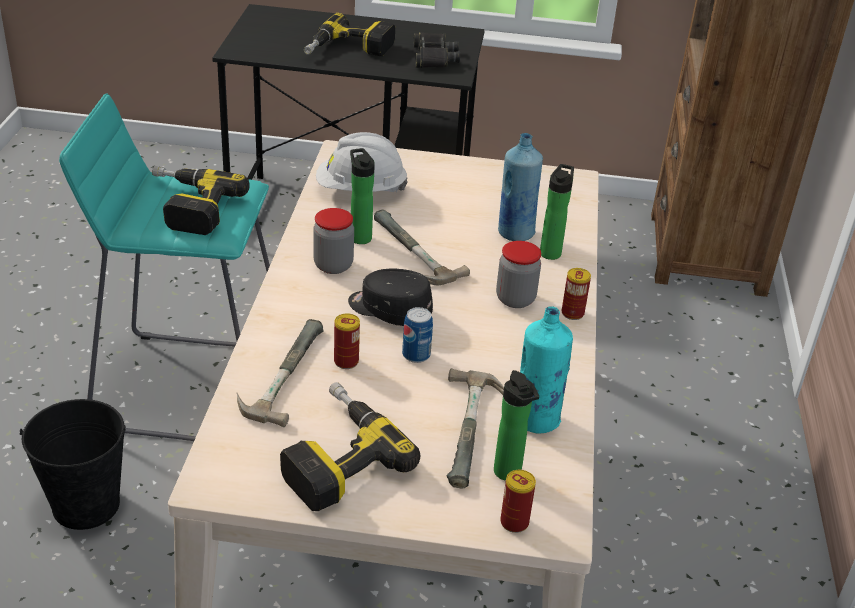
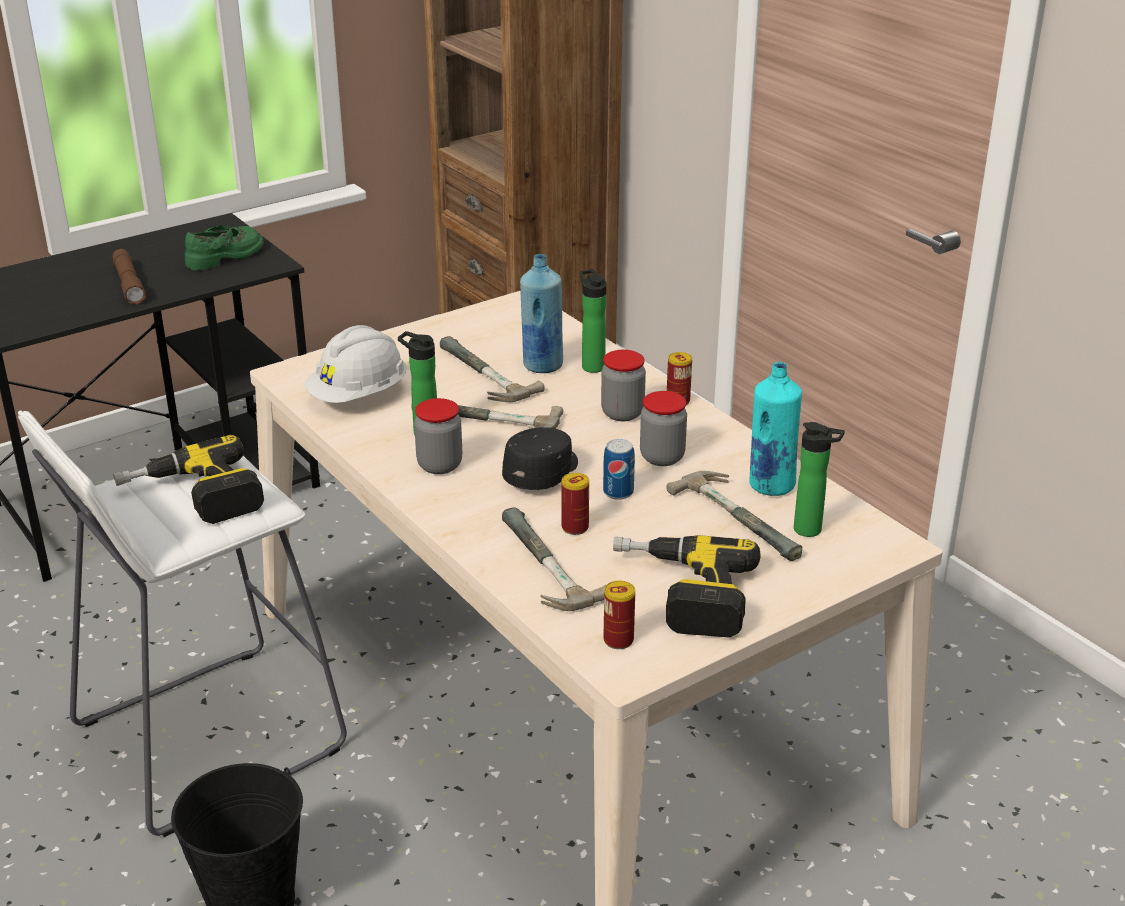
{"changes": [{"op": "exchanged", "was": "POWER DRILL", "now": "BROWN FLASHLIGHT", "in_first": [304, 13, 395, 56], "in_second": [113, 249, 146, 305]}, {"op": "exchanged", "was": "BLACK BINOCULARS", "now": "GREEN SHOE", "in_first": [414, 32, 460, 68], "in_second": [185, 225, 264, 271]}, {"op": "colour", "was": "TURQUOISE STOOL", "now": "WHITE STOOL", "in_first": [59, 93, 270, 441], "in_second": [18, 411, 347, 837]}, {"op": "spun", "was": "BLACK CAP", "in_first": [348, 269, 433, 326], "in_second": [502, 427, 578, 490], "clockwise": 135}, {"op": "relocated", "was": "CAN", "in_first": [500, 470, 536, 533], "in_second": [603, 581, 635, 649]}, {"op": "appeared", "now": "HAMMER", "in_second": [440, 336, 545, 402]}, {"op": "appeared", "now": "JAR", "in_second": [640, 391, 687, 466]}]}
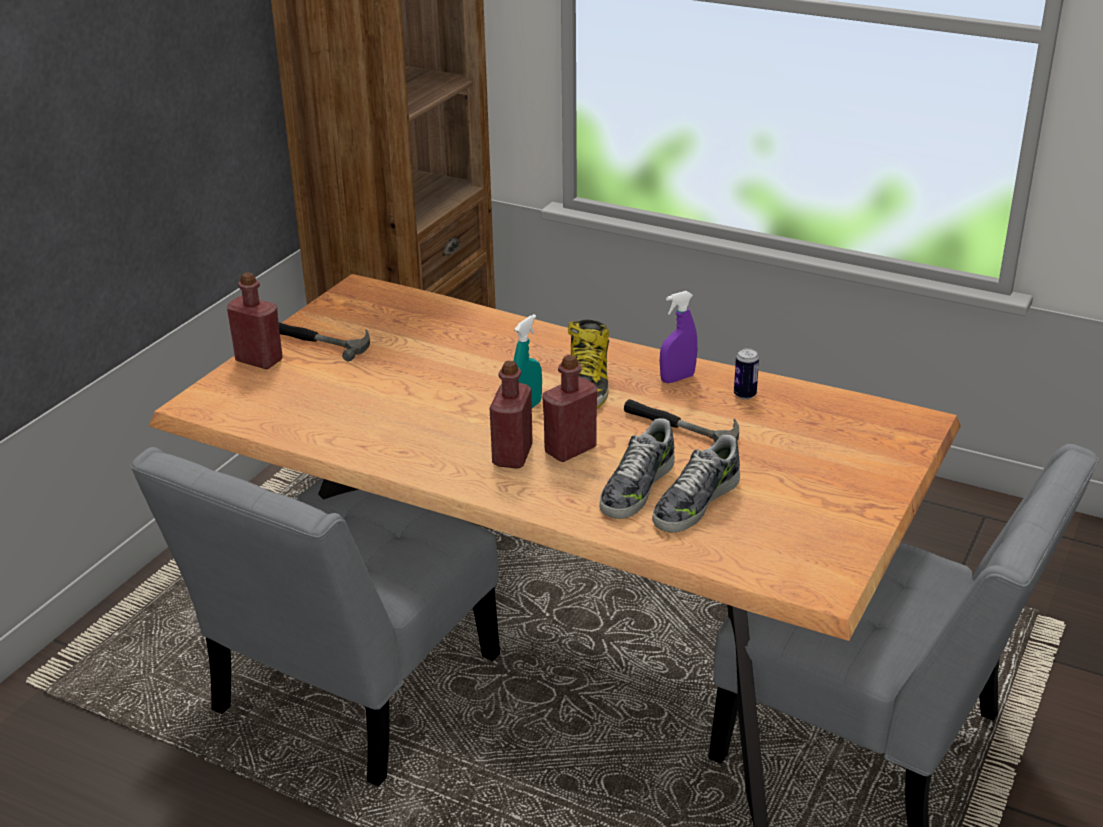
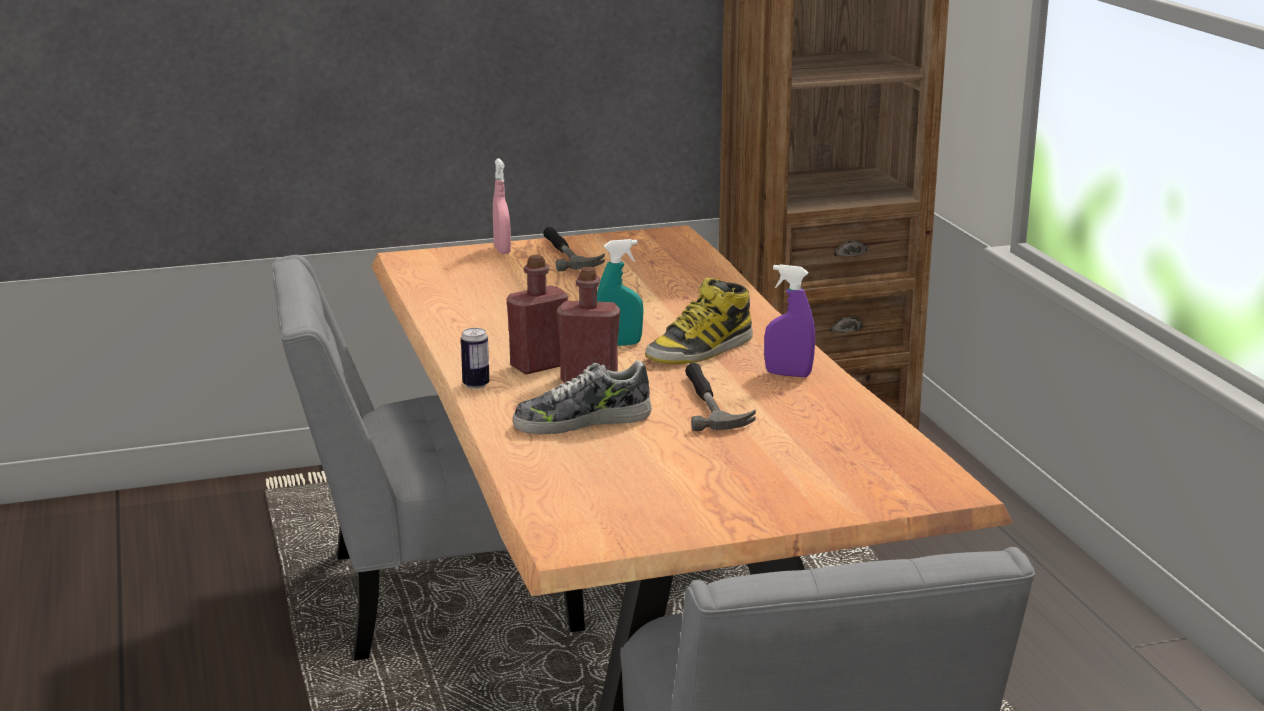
{"changes": [{"op": "exchanged", "was": "RED BOTTLE", "now": "PINK SPRAY BOTTLE", "in_first": [227, 272, 283, 369], "in_second": [493, 158, 511, 254]}, {"op": "relocated", "was": "CAN", "in_first": [734, 348, 759, 399], "in_second": [461, 328, 489, 389]}, {"op": "missing", "was": "SHOE", "in_first": [652, 435, 740, 533]}]}
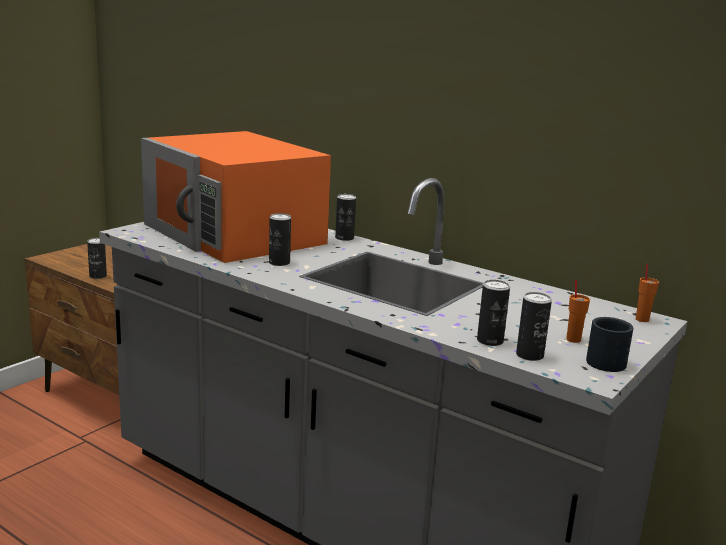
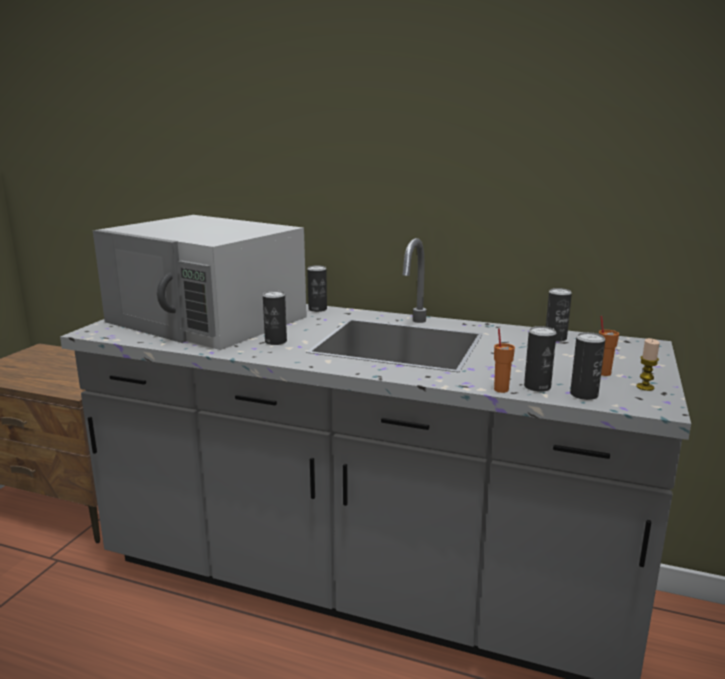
{"changes": [{"op": "colour", "was": "ORANGE MICROWAVE", "now": "WHITE MICROWAVE", "in_first": [141, 131, 331, 263], "in_second": [93, 215, 307, 350]}, {"op": "relocated", "was": "CAN", "in_first": [87, 238, 107, 279], "in_second": [546, 288, 572, 342]}, {"op": "relocated", "was": "ORANGE CUP", "in_first": [636, 264, 659, 322], "in_second": [494, 328, 515, 393]}, {"op": "exchanged", "was": "BLACK MUG", "now": "CANDLE", "in_first": [586, 317, 634, 372], "in_second": [636, 338, 660, 391]}]}
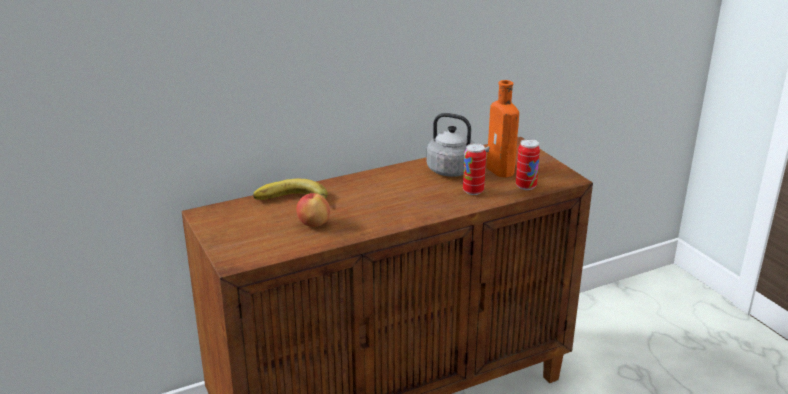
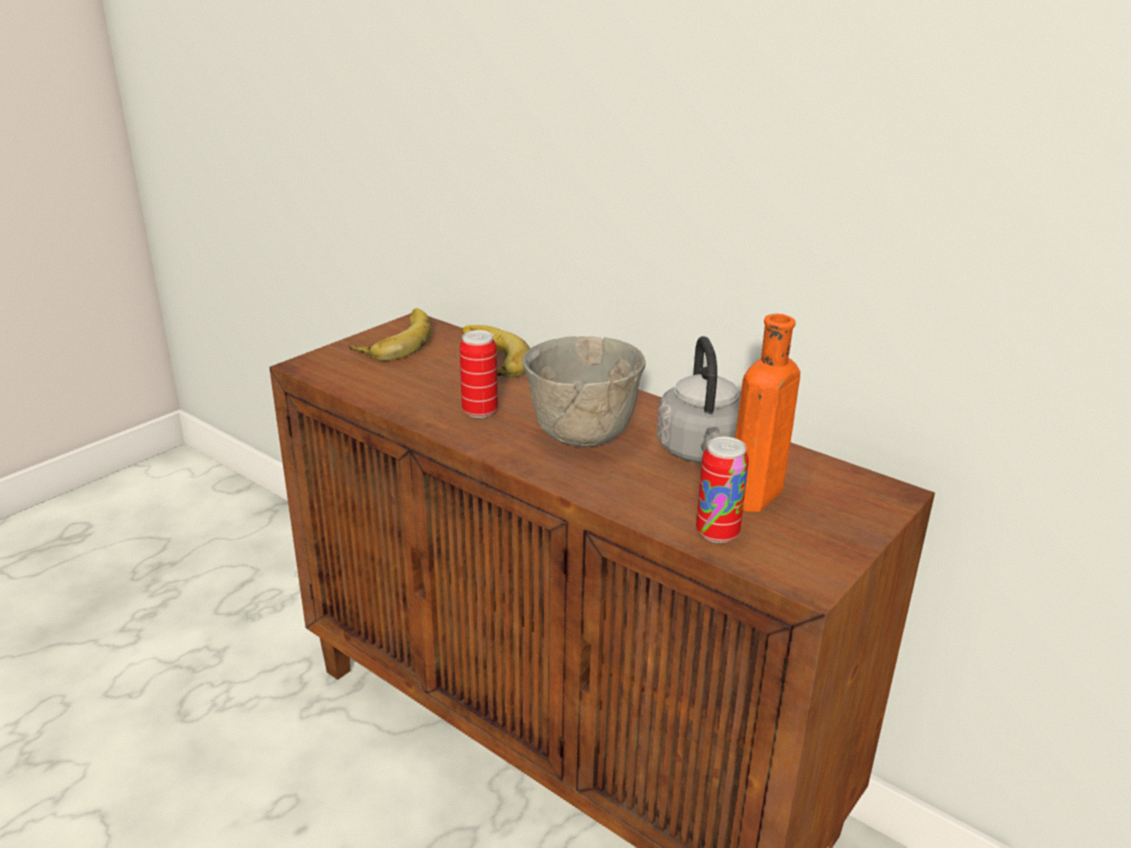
{"changes": [{"op": "relocated", "was": "CAN", "in_first": [463, 143, 486, 195], "in_second": [460, 330, 498, 418]}, {"op": "missing", "was": "APPLE", "in_first": [296, 192, 330, 227]}, {"op": "appeared", "now": "BANANA", "in_second": [349, 308, 431, 361]}, {"op": "appeared", "now": "GREY BOWL", "in_second": [522, 336, 646, 447]}]}
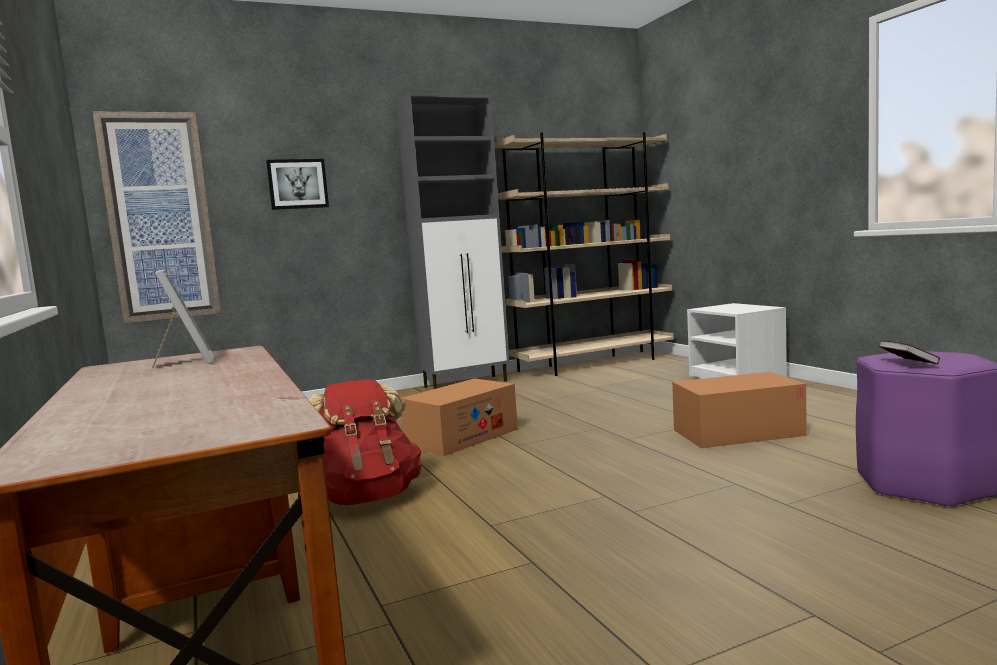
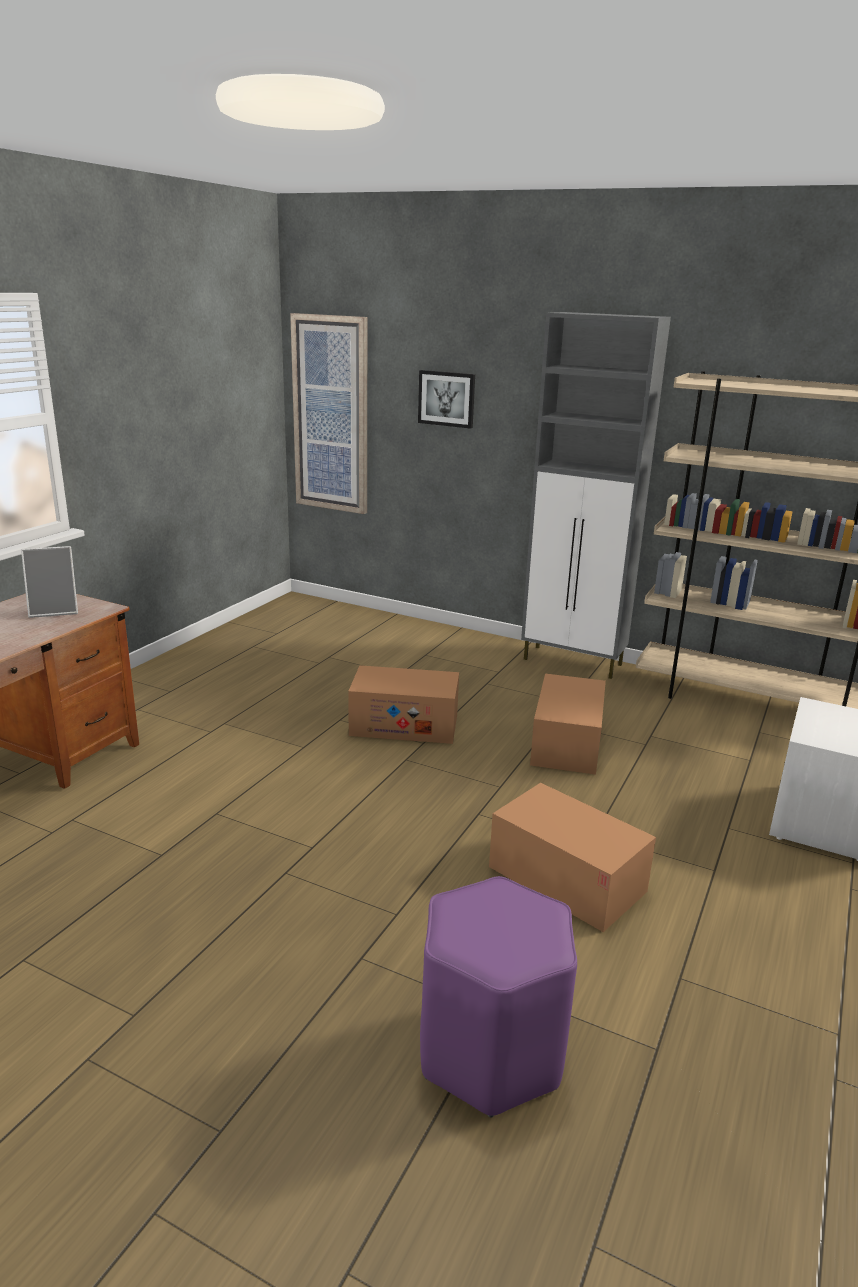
{"changes": [{"op": "spun", "was": "PICTURE FRAME", "in_first": [152, 269, 214, 368], "in_second": [21, 546, 78, 618], "clockwise": 45}, {"op": "missing", "was": "BOOK", "in_first": [879, 340, 940, 364]}, {"op": "missing", "was": "RED BACKPACK", "in_first": [309, 379, 421, 505]}, {"op": "appeared", "now": "CARDBOARD BOX", "in_second": [530, 674, 606, 775]}]}
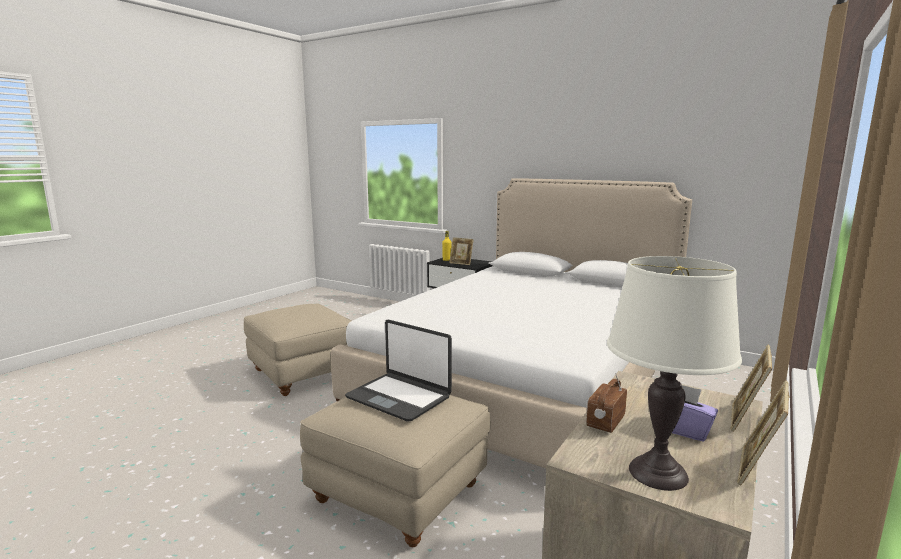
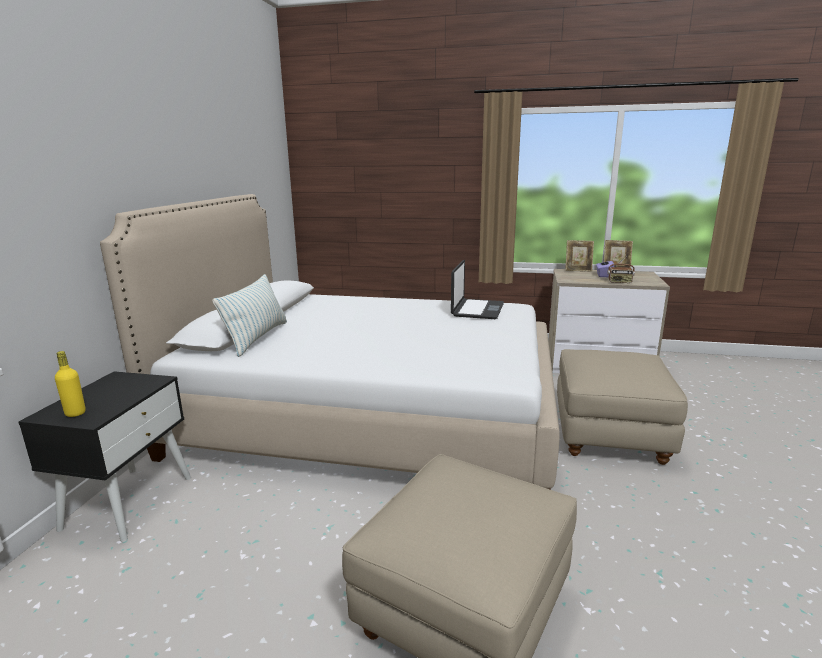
{"changes": [{"op": "missing", "was": "PICTURE FRAME", "in_first": [449, 237, 474, 265]}, {"op": "missing", "was": "WHITE TABLE LAMP", "in_first": [607, 256, 742, 491]}, {"op": "relocated", "was": "LAPTOP", "in_first": [345, 320, 452, 421], "in_second": [451, 260, 504, 319]}, {"op": "appeared", "now": "PILLOW", "in_second": [212, 274, 287, 357]}]}
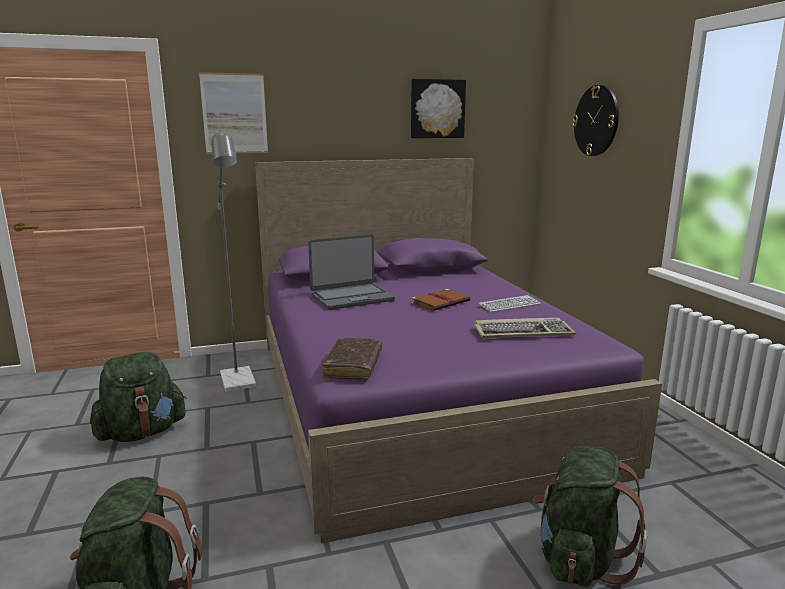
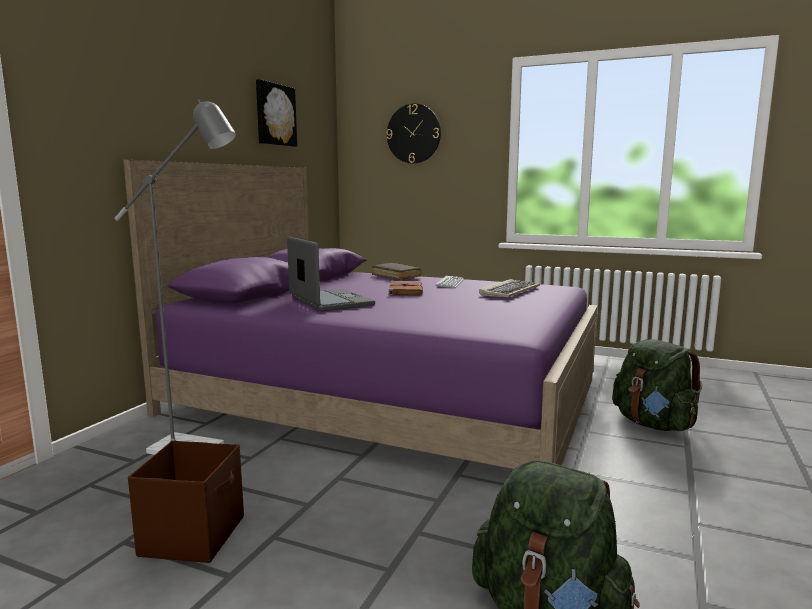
{"changes": [{"op": "missing", "was": "PICTURE", "in_first": [199, 72, 268, 154]}, {"op": "spun", "was": "LAPTOP", "in_first": [308, 234, 395, 310], "in_second": [287, 237, 375, 311], "clockwise": -45}, {"op": "relocated", "was": "BROWN BOOK", "in_first": [322, 338, 382, 379], "in_second": [372, 263, 421, 280]}, {"op": "exchanged", "was": "GREEN BACKPACK", "now": "BROWN STORAGE BOX", "in_first": [90, 352, 187, 442], "in_second": [128, 441, 244, 563]}]}
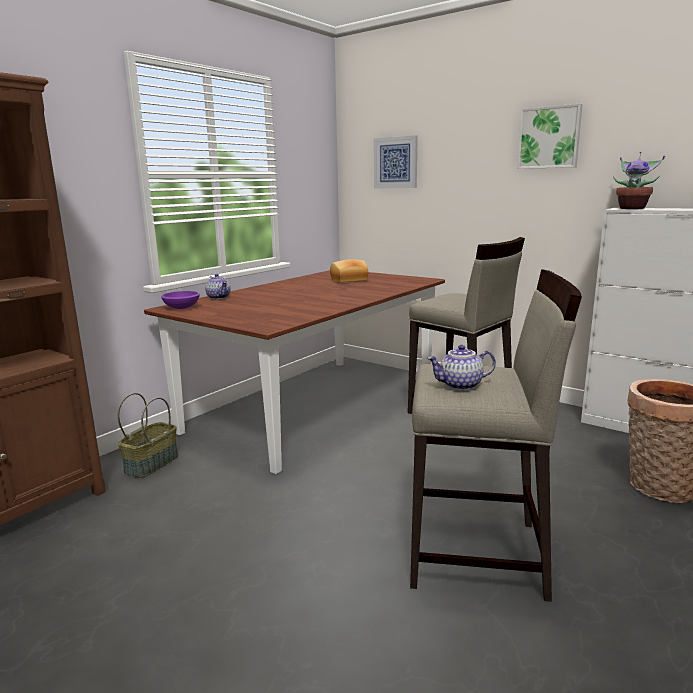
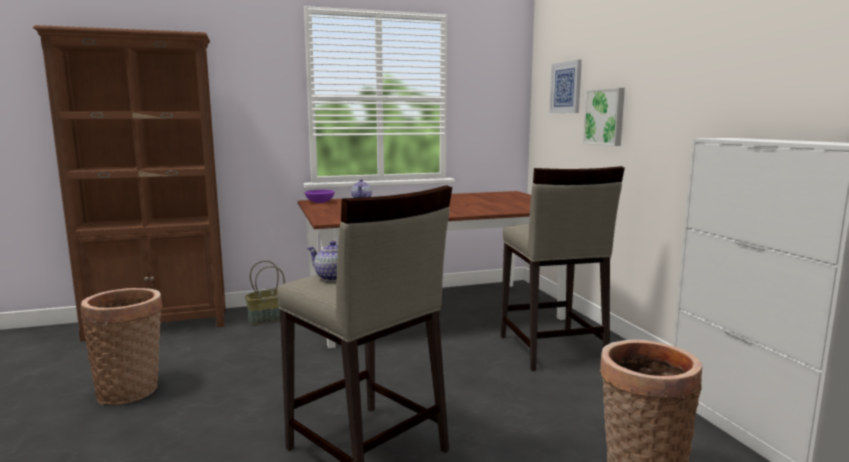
{"changes": [{"op": "relocated", "was": "PICTURE", "in_first": [517, 103, 583, 169], "in_second": [583, 88, 625, 146]}, {"op": "missing", "was": "POTTED PLANT", "in_first": [613, 152, 665, 209]}, {"op": "missing", "was": "BREAD", "in_first": [330, 259, 368, 283]}, {"op": "appeared", "now": "BASKET", "in_second": [81, 288, 162, 405]}]}
